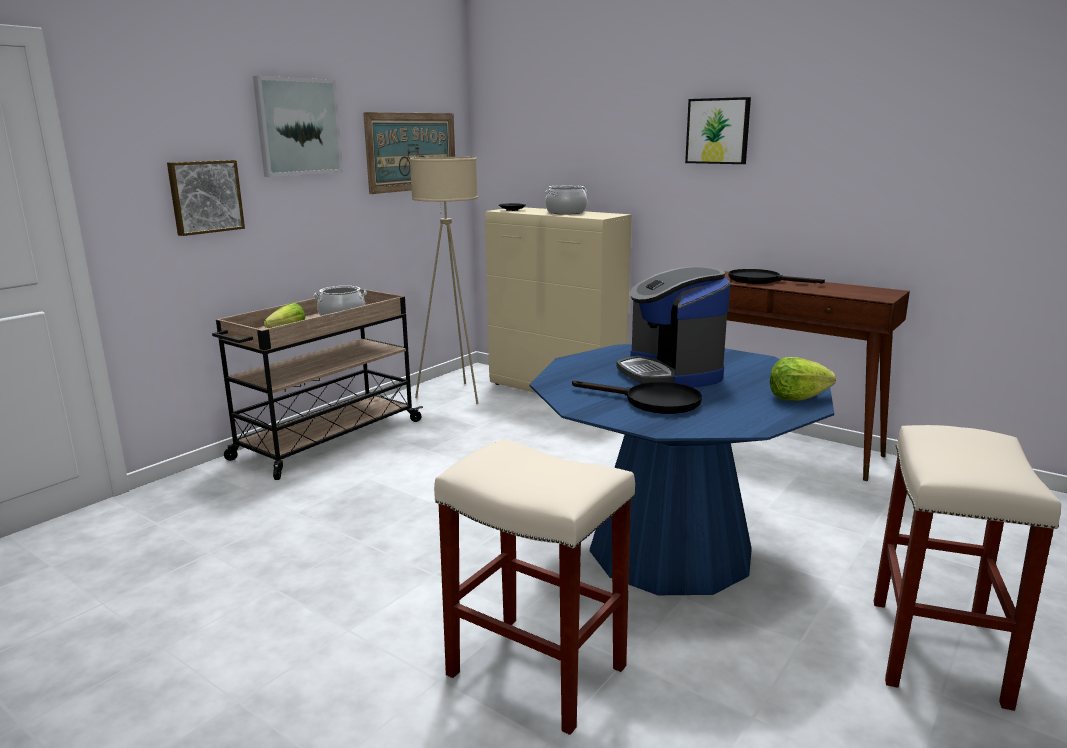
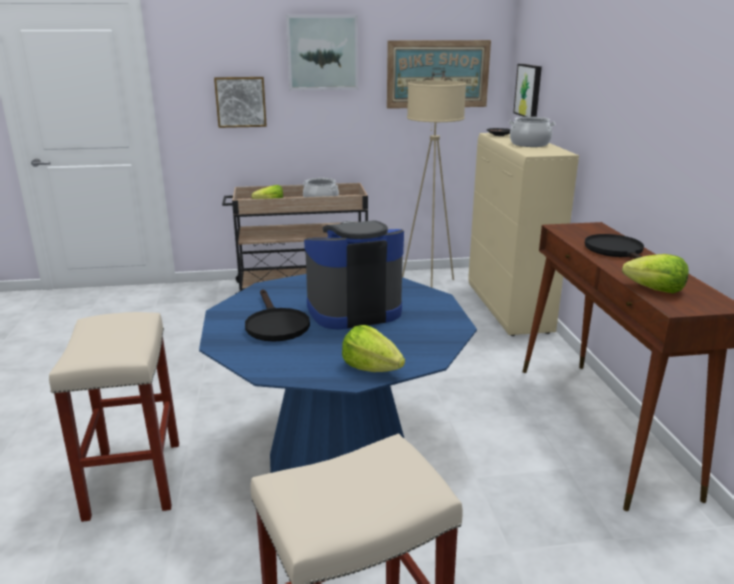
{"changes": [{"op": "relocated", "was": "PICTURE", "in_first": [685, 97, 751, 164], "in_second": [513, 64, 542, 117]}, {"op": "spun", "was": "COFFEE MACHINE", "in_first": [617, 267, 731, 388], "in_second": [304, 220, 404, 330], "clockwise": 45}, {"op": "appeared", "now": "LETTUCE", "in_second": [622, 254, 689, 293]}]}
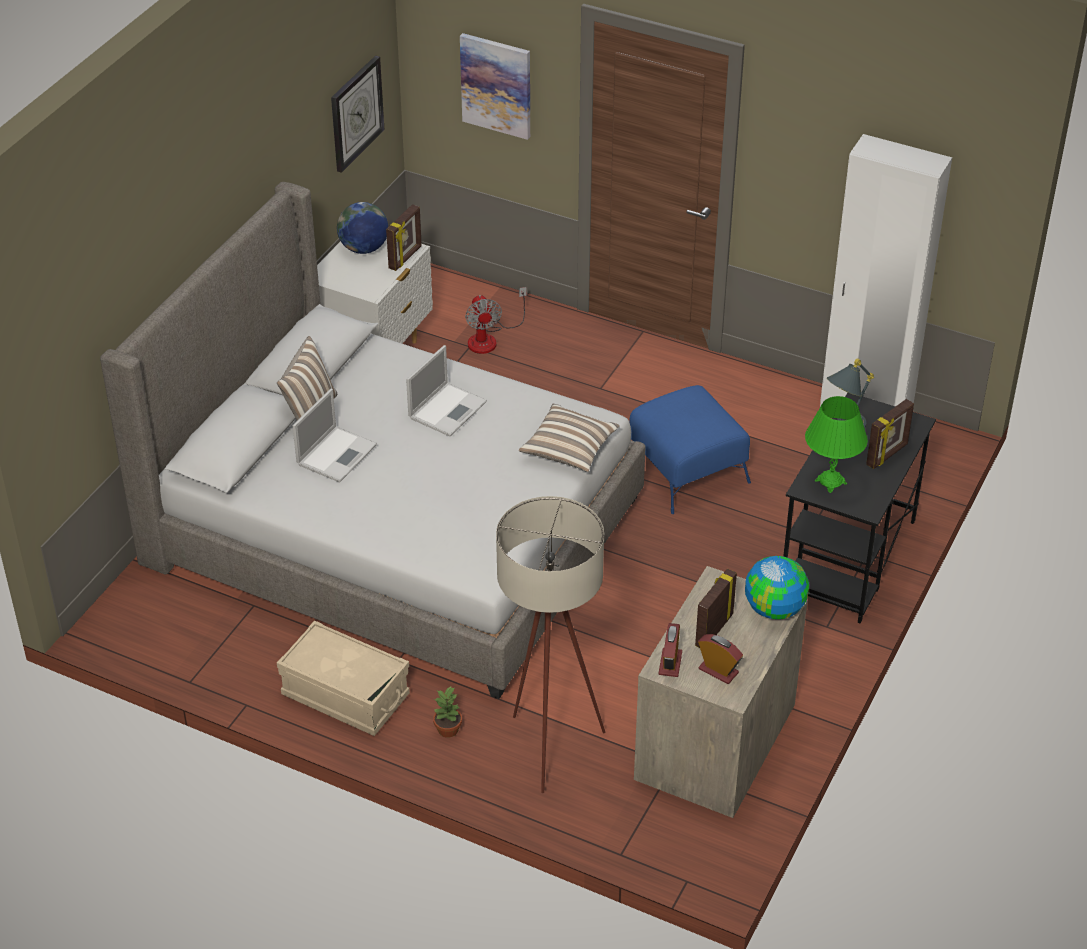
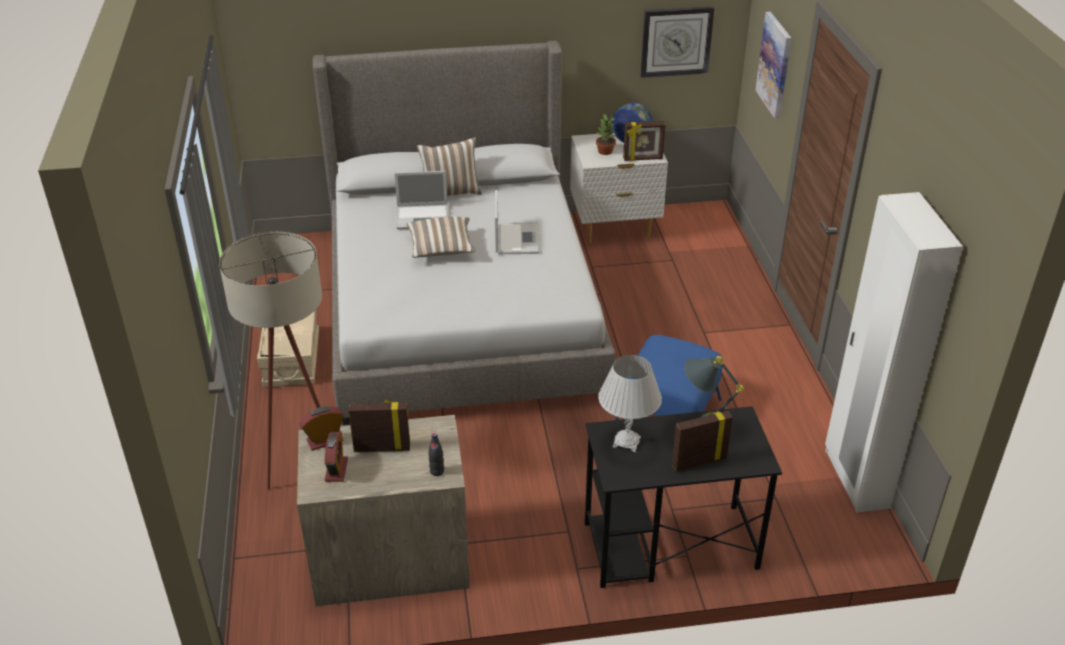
{"changes": [{"op": "missing", "was": "FAN", "in_first": [465, 287, 527, 354]}, {"op": "spun", "was": "LAPTOP", "in_first": [406, 345, 487, 437], "in_second": [495, 190, 539, 254], "clockwise": -90}, {"op": "colour", "was": "GREEN TABLE LAMP", "now": "WHITE TABLE LAMP", "in_first": [805, 396, 868, 493], "in_second": [598, 355, 662, 452]}, {"op": "spun", "was": "PICTURE FRAME", "in_first": [866, 399, 914, 469], "in_second": [672, 411, 733, 472], "clockwise": 150}, {"op": "relocated", "was": "PILLOW", "in_first": [519, 404, 620, 472], "in_second": [406, 217, 476, 258]}, {"op": "exchanged", "was": "GLOBE", "now": "BLACK BOTTLE", "in_first": [745, 556, 809, 619], "in_second": [428, 433, 444, 476]}, {"op": "relocated", "was": "POTTED PLANT", "in_first": [433, 687, 462, 738], "in_second": [596, 114, 616, 155]}]}
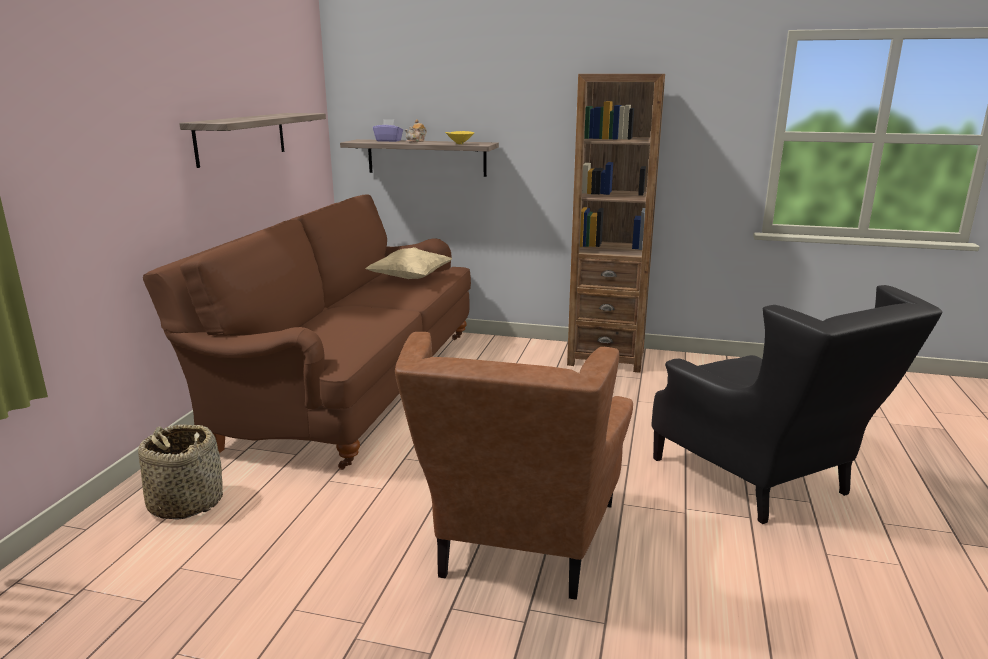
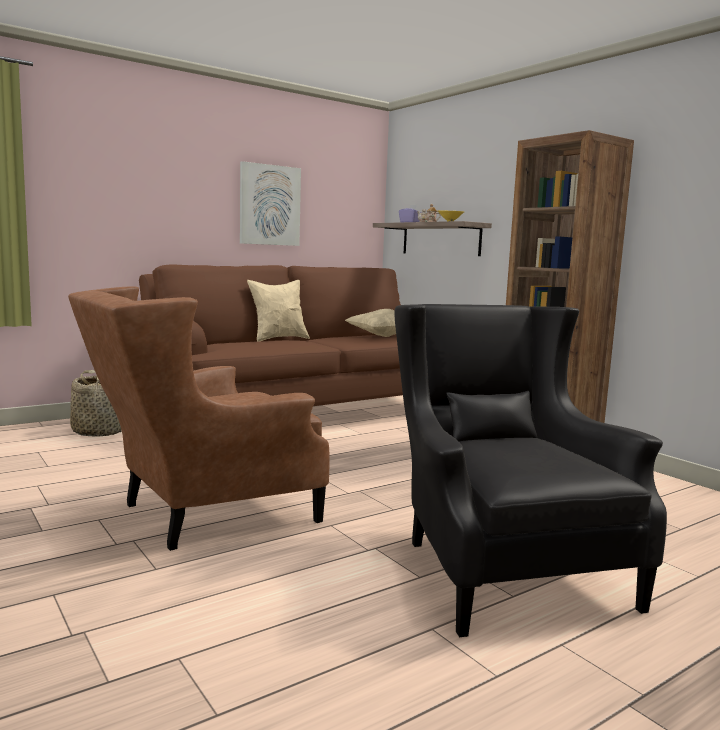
{"changes": [{"op": "exchanged", "was": "SHELF", "now": "PICTURE", "in_first": [179, 113, 326, 168], "in_second": [240, 161, 301, 246]}, {"op": "spun", "was": "BLACK ARMCHAIR", "in_first": [651, 285, 942, 524], "in_second": [395, 304, 667, 637], "clockwise": 150}, {"op": "appeared", "now": "BEIGE PILLOW", "in_second": [247, 280, 310, 342]}]}
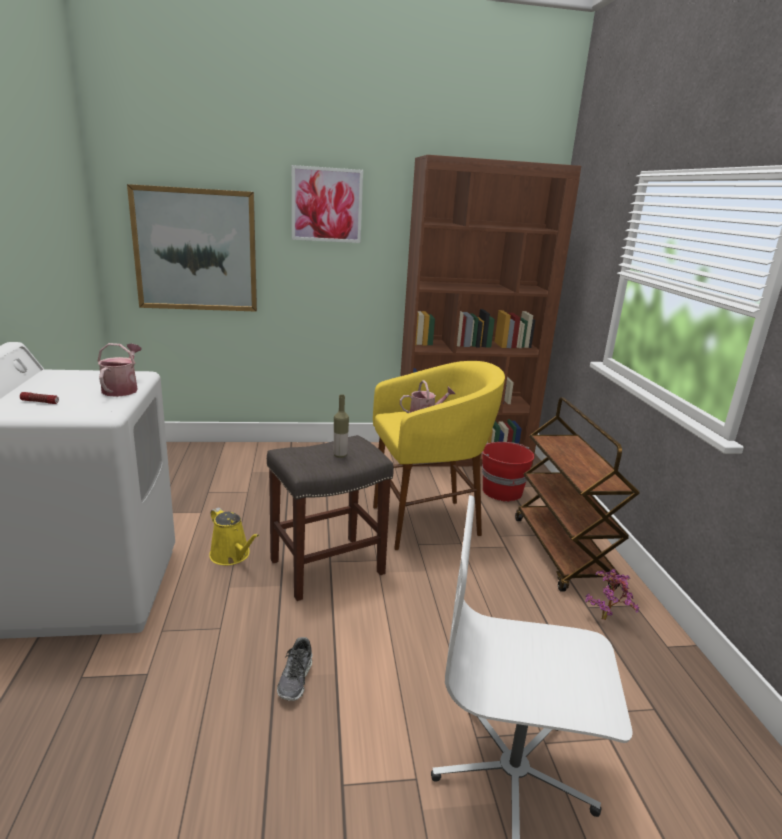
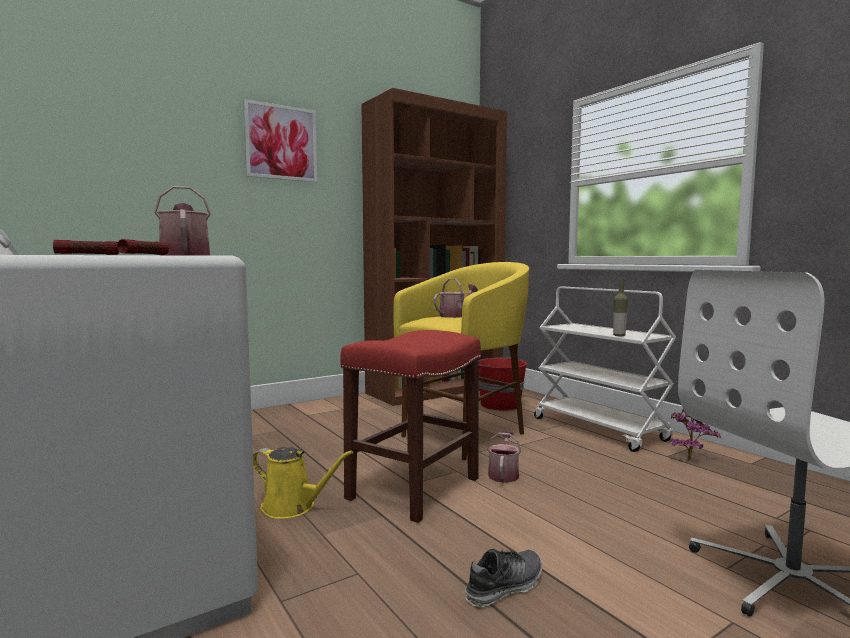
{"changes": [{"op": "missing", "was": "PICTURE", "in_first": [127, 184, 257, 312]}, {"op": "relocated", "was": "BOTTLE", "in_first": [334, 395, 349, 458], "in_second": [613, 279, 628, 336]}, {"op": "colour", "was": "BROWN CART", "now": "WHITE CART", "in_first": [515, 397, 640, 592], "in_second": [534, 286, 676, 452]}, {"op": "colour", "was": "GREY STOOL", "now": "RED STOOL", "in_first": [267, 435, 394, 601], "in_second": [340, 330, 481, 523]}, {"op": "spun", "was": "SHOE", "in_first": [277, 637, 312, 701], "in_second": [465, 549, 542, 607], "clockwise": -105}, {"op": "appeared", "now": "FLASHLIGHT", "in_second": [117, 239, 169, 255]}, {"op": "appeared", "now": "WATERING CAN", "in_second": [487, 431, 521, 483]}]}
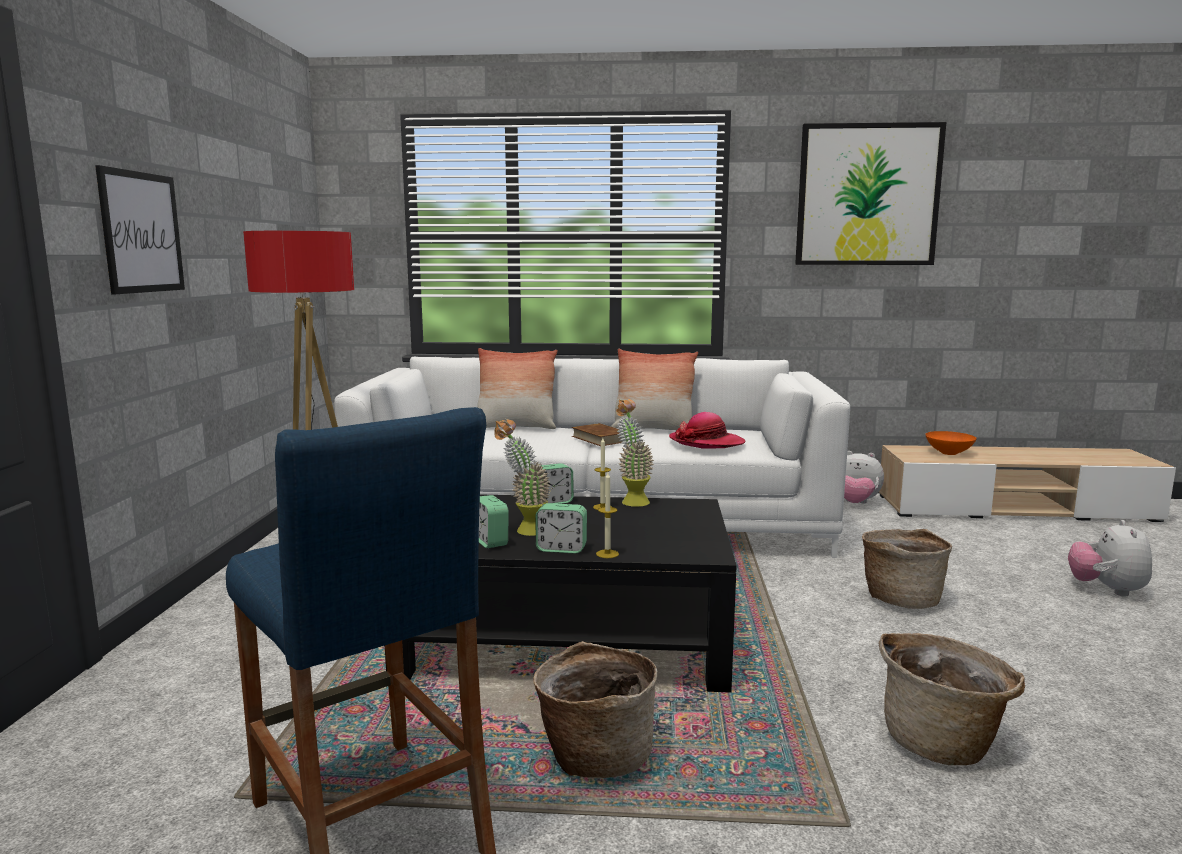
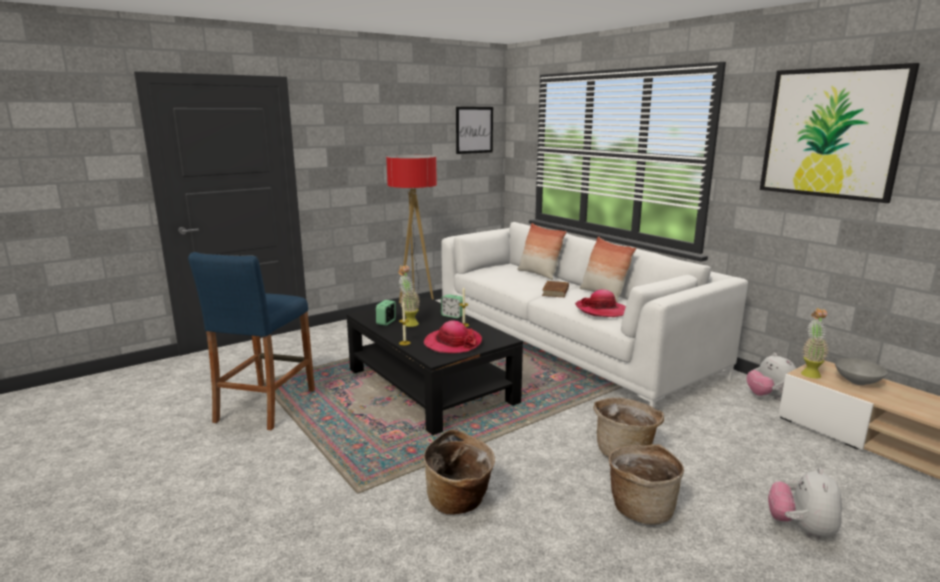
{"changes": [{"op": "relocated", "was": "PICTURE", "in_first": [95, 165, 185, 295], "in_second": [456, 107, 493, 154]}, {"op": "relocated", "was": "POTTED PLANT", "in_first": [616, 399, 654, 507], "in_second": [801, 308, 830, 379]}, {"op": "colour", "was": "ORANGE BOWL", "now": "GREY BOWL", "in_first": [925, 431, 976, 455], "in_second": [835, 358, 888, 385]}, {"op": "missing", "was": "ALARM CLOCK", "in_first": [536, 503, 587, 553]}, {"op": "spun", "was": "PLUSH TOY", "in_first": [1068, 520, 1152, 597], "in_second": [768, 468, 842, 540], "clockwise": -45}, {"op": "relocated", "was": "BASKET", "in_first": [533, 641, 657, 778], "in_second": [609, 444, 684, 525]}, {"op": "appeared", "now": "HAT", "in_second": [424, 320, 482, 353]}]}
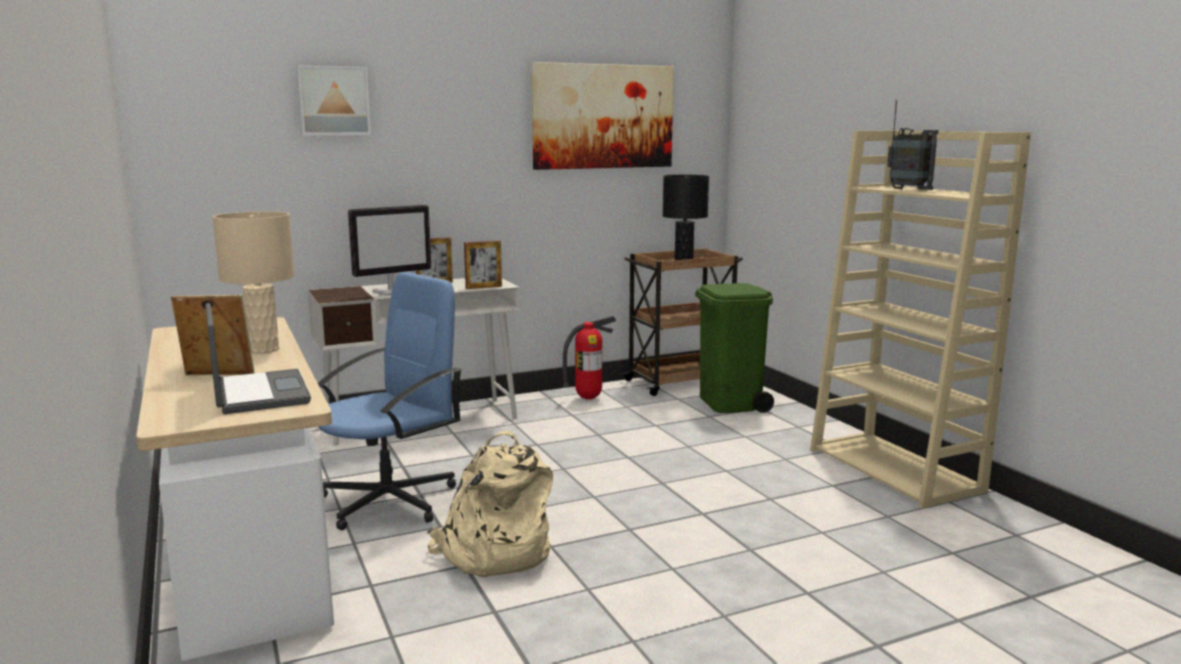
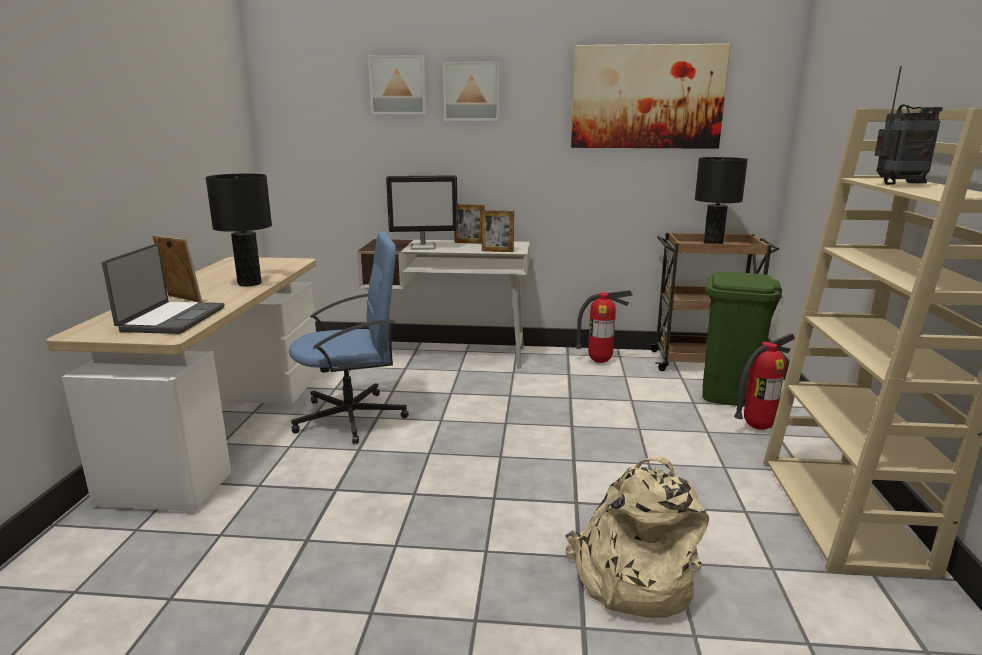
{"changes": [{"op": "spun", "was": "RADIO", "in_first": [887, 100, 939, 190], "in_second": [874, 66, 943, 185], "clockwise": -75}, {"op": "colour", "was": "BEIGE TABLE LAMP", "now": "BLACK TABLE LAMP", "in_first": [212, 211, 295, 354], "in_second": [205, 174, 272, 286]}, {"op": "relocated", "was": "BEIGE BACKPACK", "in_first": [427, 430, 553, 577], "in_second": [566, 456, 709, 618]}, {"op": "appeared", "now": "PICTURE", "in_second": [443, 61, 500, 121]}, {"op": "appeared", "now": "FIRE EXTINGUISHER", "in_second": [734, 333, 795, 430]}]}
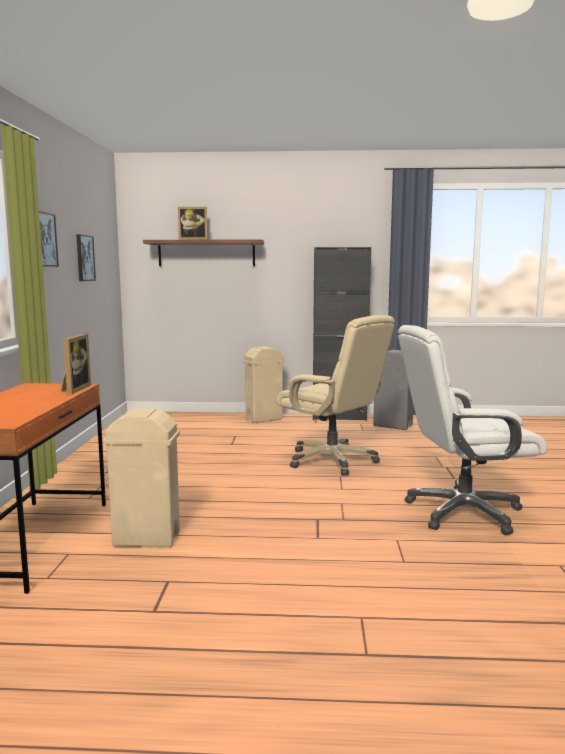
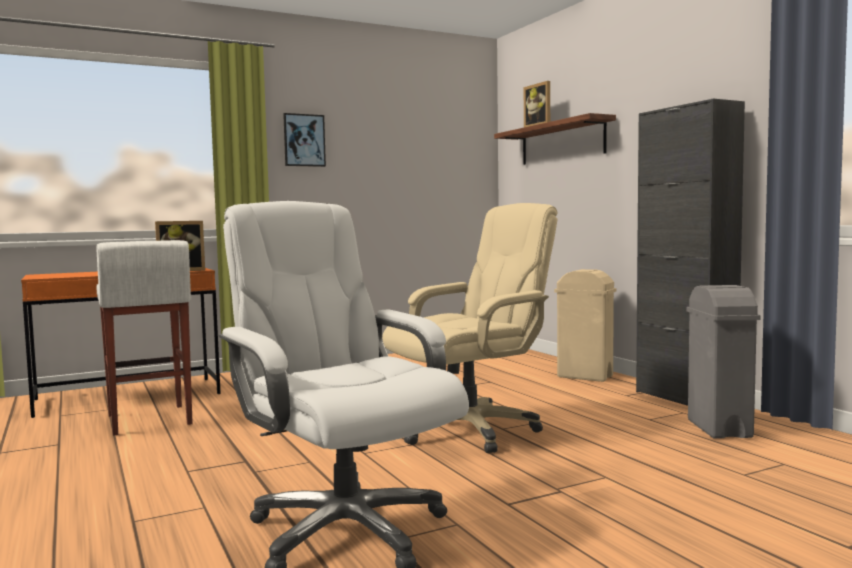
{"changes": [{"op": "missing", "was": "PICTURE", "in_first": [76, 234, 96, 281]}, {"op": "spun", "was": "BEIGE OFFICE CHAIR", "in_first": [276, 315, 395, 476], "in_second": [382, 203, 557, 453], "clockwise": -135}, {"op": "exchanged", "was": "BEIGE TRASH CAN", "now": "WHITE STOOL", "in_first": [103, 409, 180, 548], "in_second": [96, 240, 193, 436]}]}
